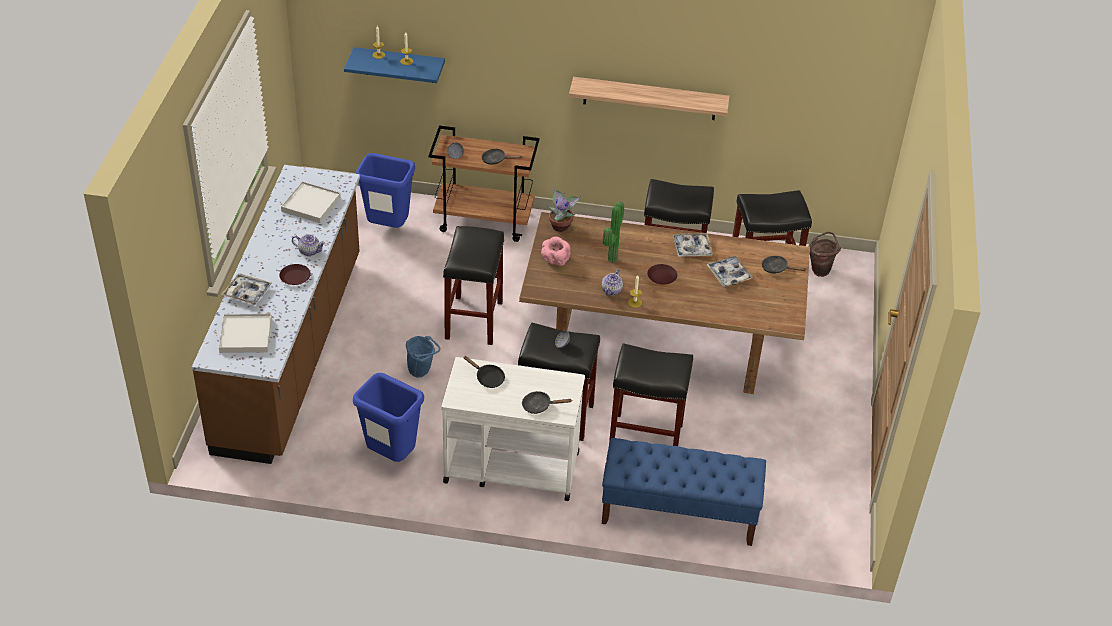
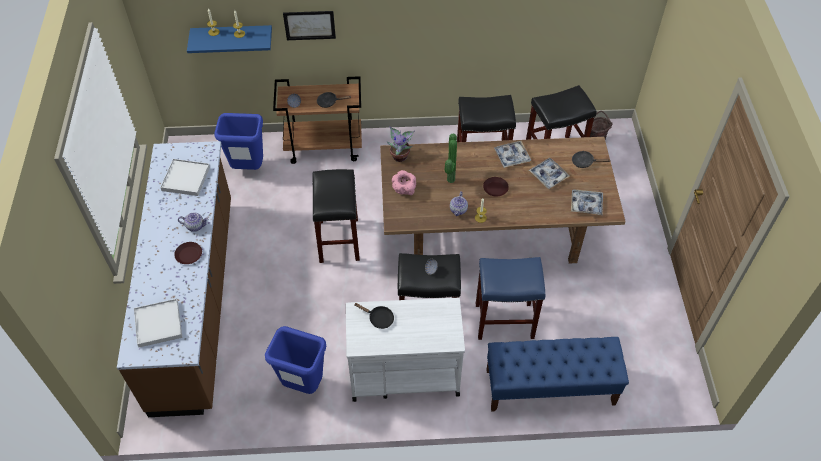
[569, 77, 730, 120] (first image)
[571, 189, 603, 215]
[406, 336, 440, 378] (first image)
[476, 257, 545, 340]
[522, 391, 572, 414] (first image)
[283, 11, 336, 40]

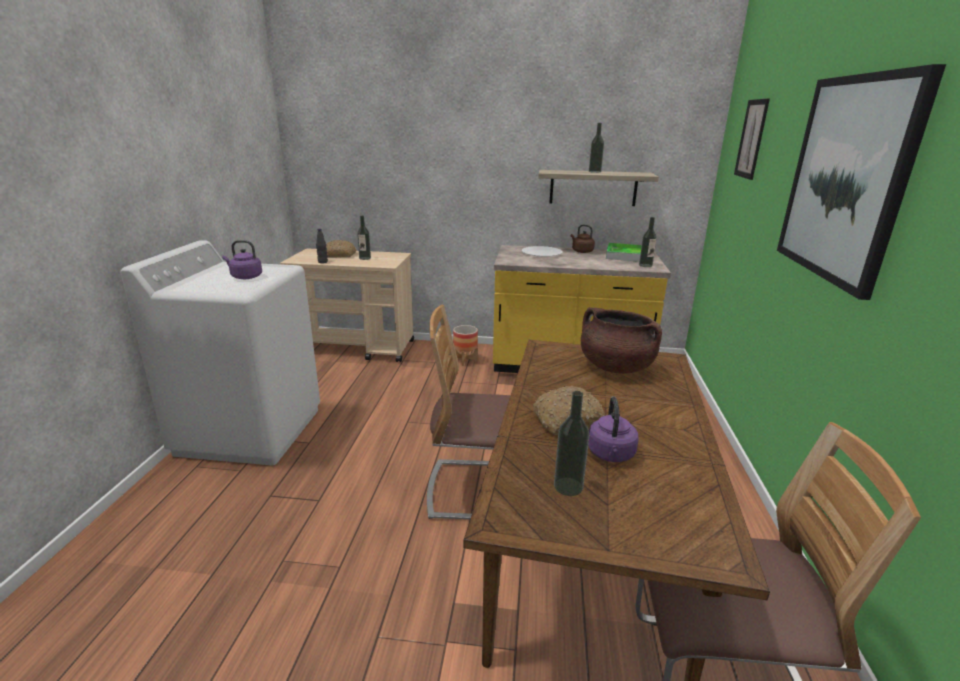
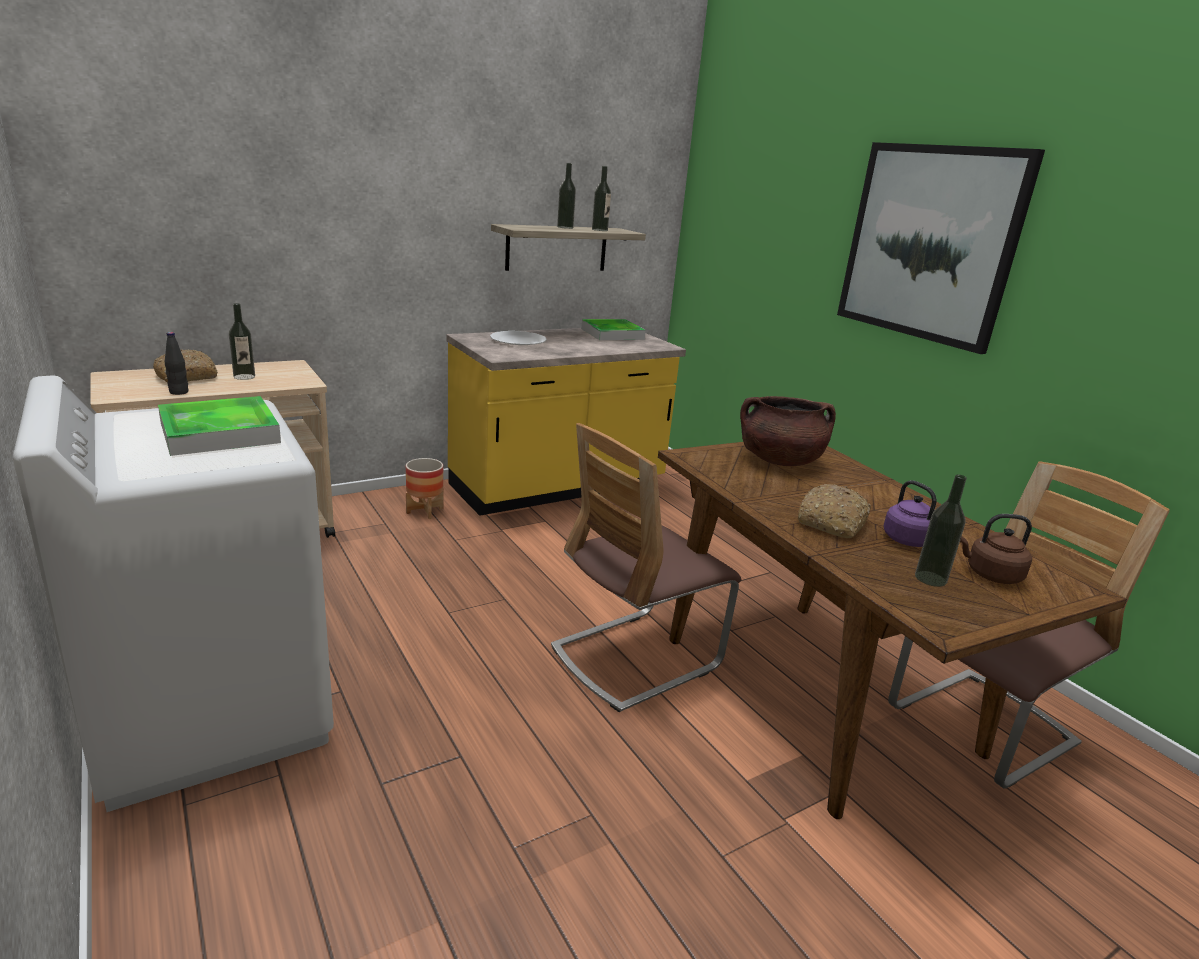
[734, 99, 770, 180] (first image)
[592, 166, 611, 231]
[960, 514, 1032, 584]
[158, 396, 281, 456]

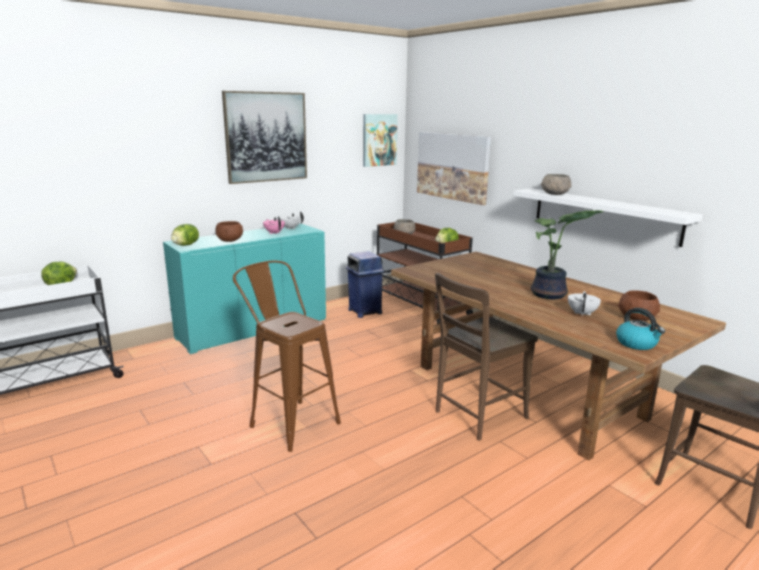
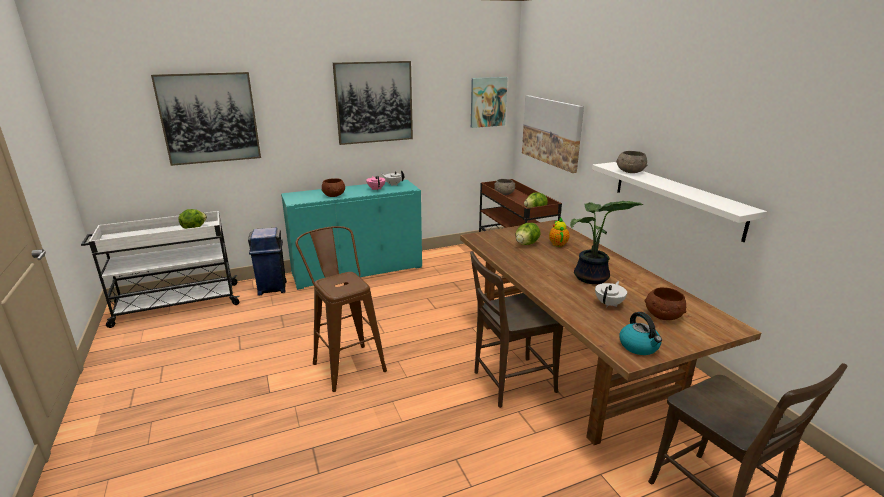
[516, 223, 541, 245]
[248, 228, 287, 296]
[151, 72, 261, 166]
[549, 218, 570, 247]

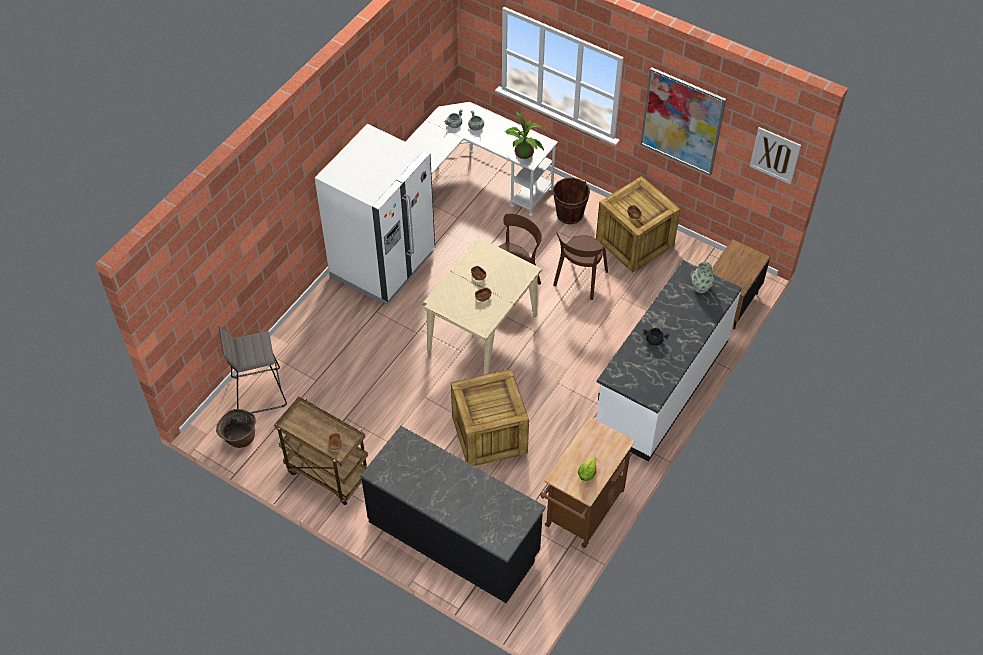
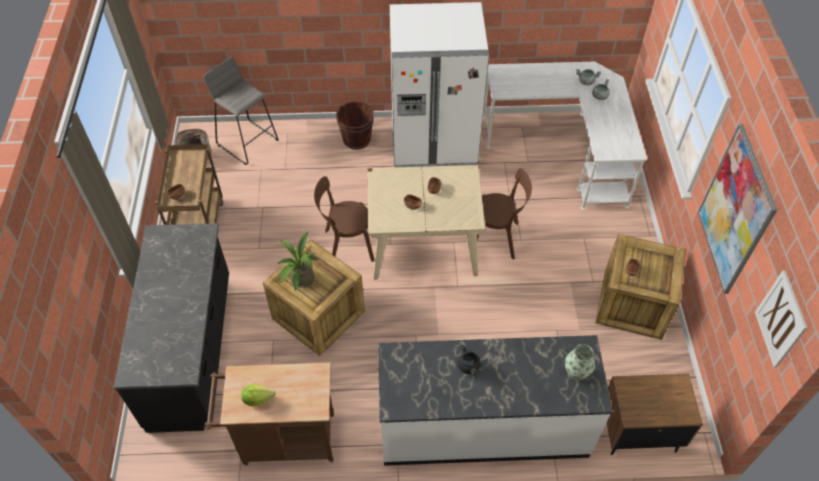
[278, 232, 320, 292]
[336, 101, 374, 150]
[314, 176, 375, 262]

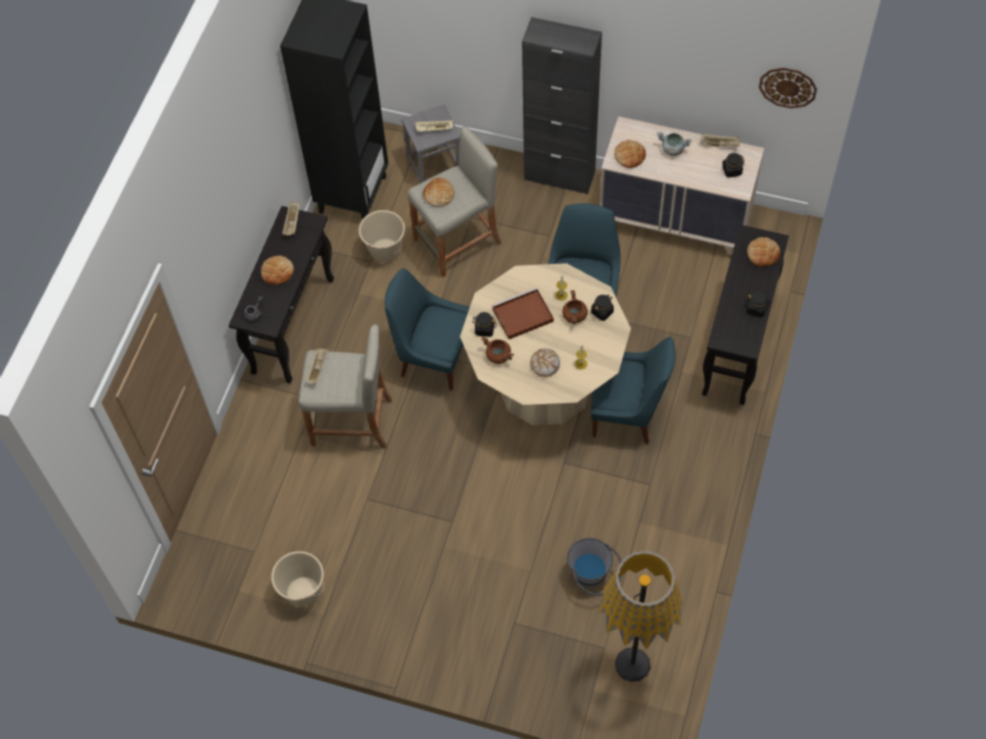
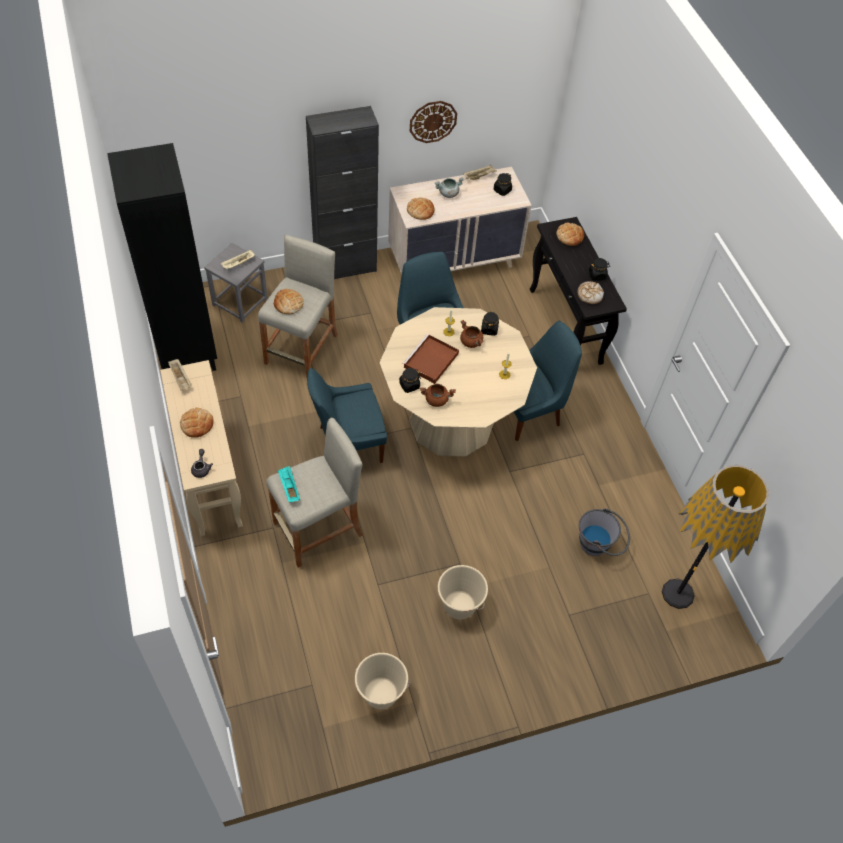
[410, 101, 457, 143]
[160, 360, 243, 536]
[438, 565, 488, 619]
[278, 466, 300, 502]
[577, 281, 604, 304]

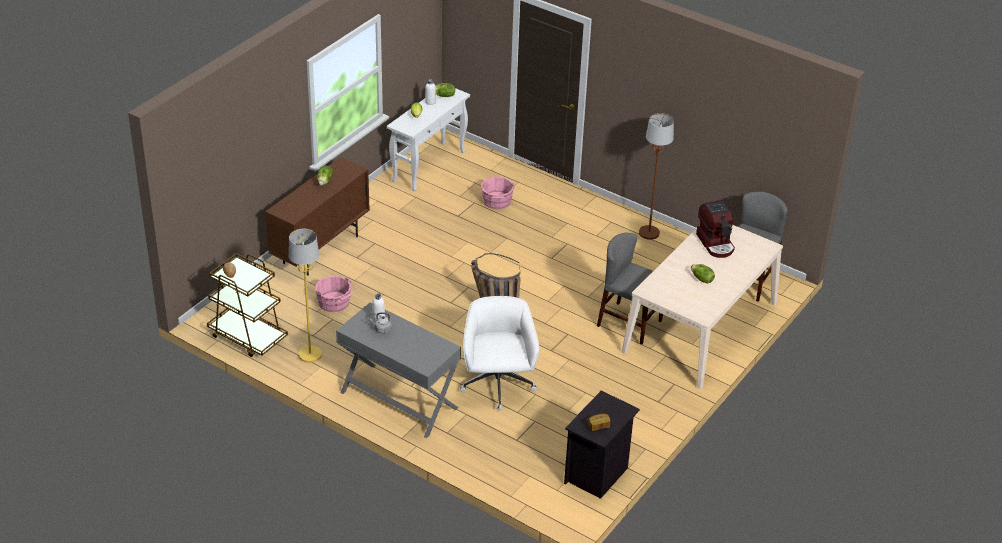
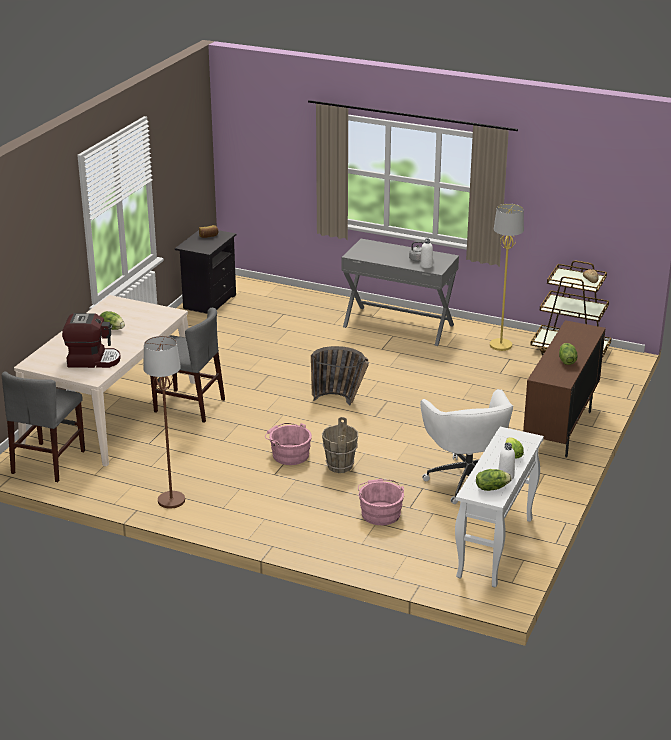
[62, 313, 121, 368]
[265, 423, 312, 465]
[420, 389, 513, 504]
[322, 417, 358, 473]

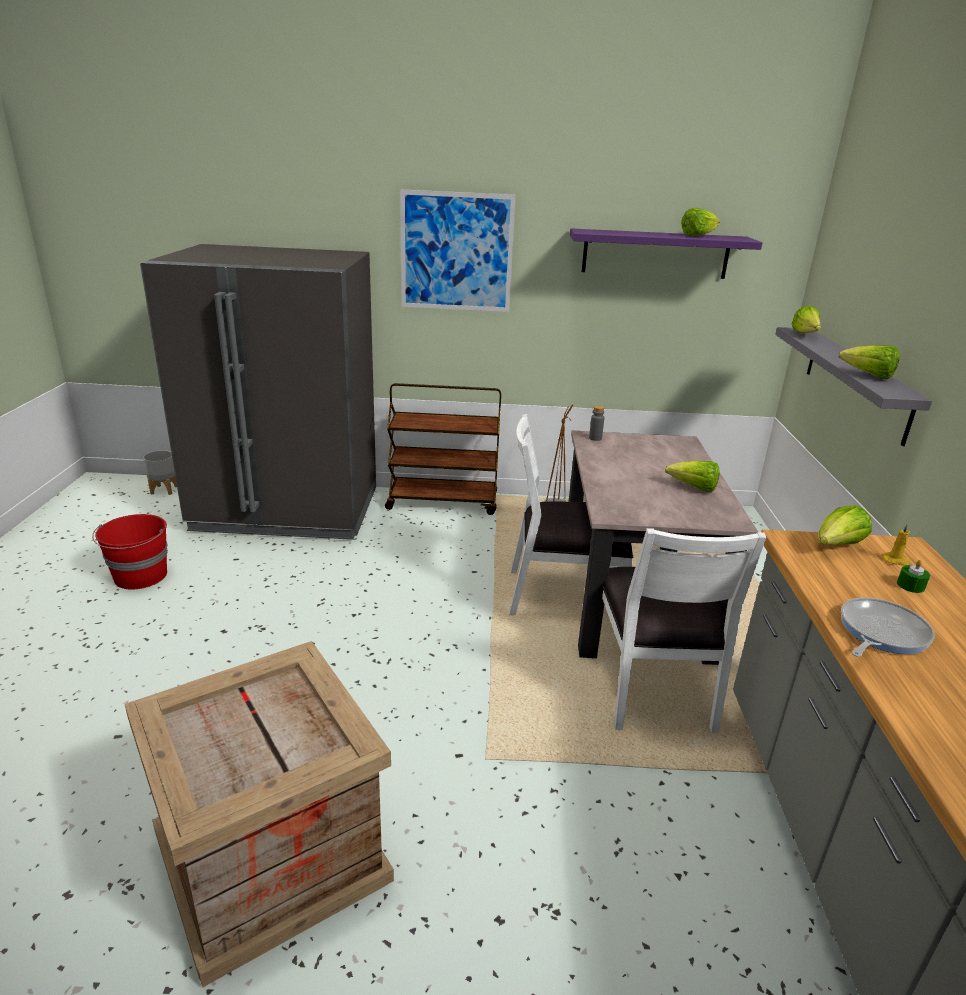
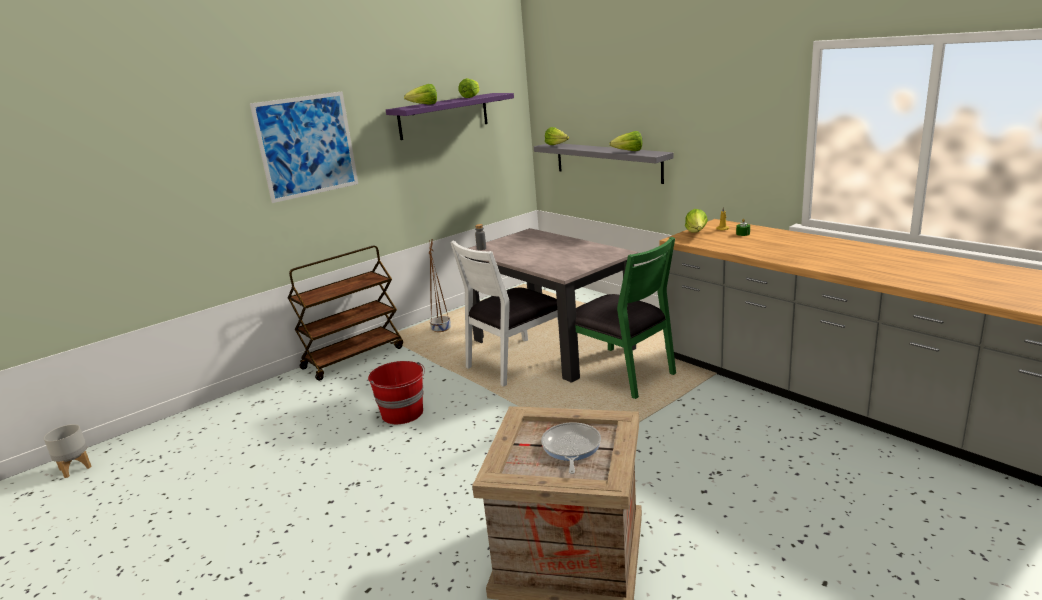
[140, 244, 376, 540] (first image)
[404, 84, 437, 105]
[368, 361, 425, 424]
[575, 237, 676, 399]
[541, 422, 601, 474]

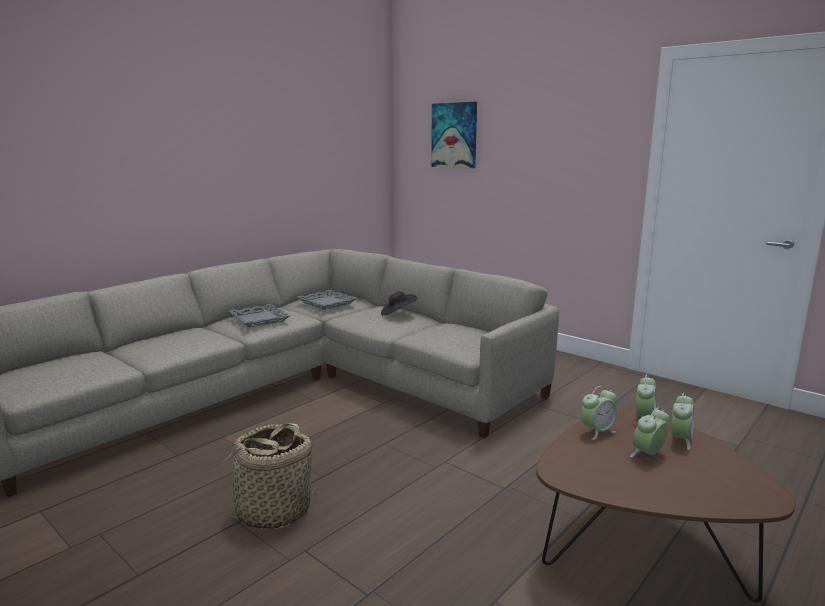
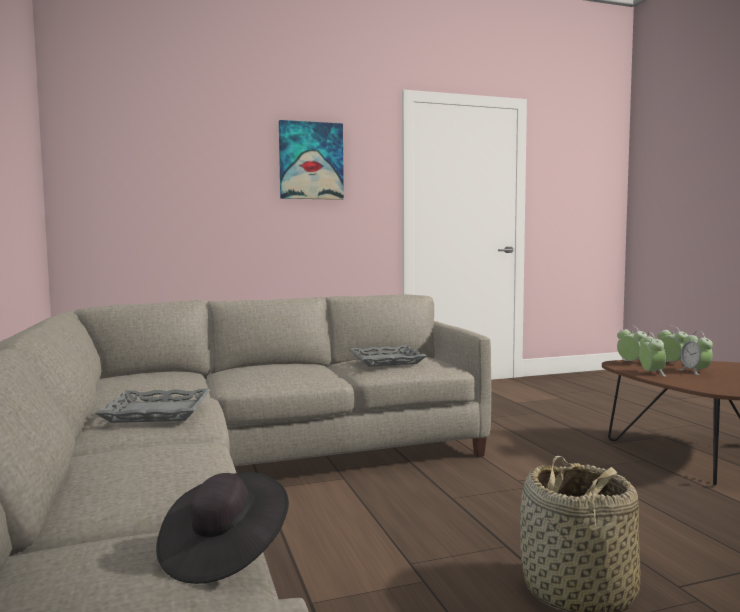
[279, 120, 344, 200]
[349, 345, 427, 367]
[156, 472, 289, 584]

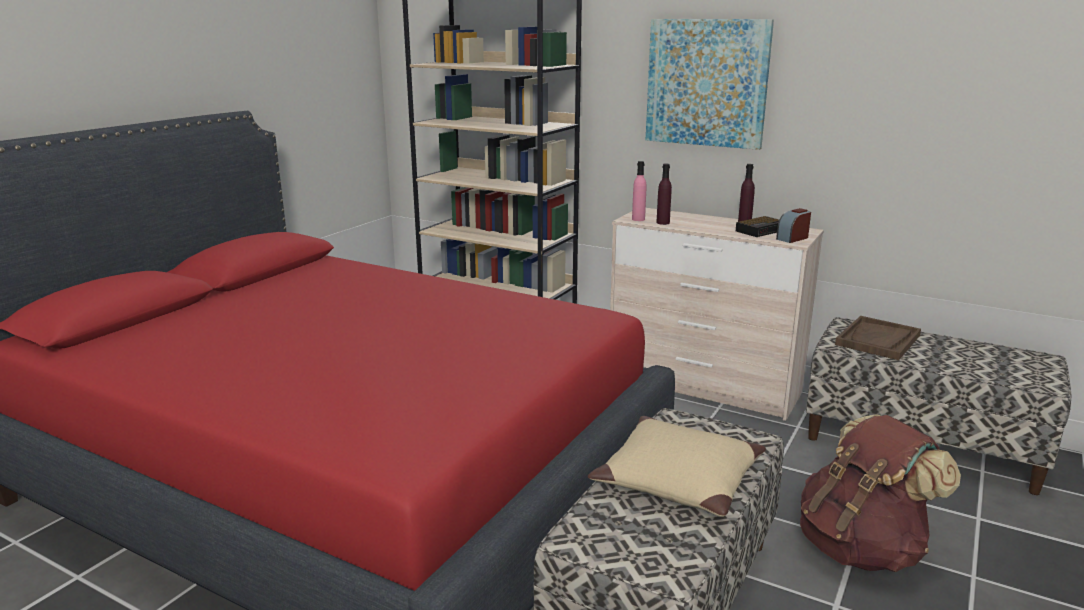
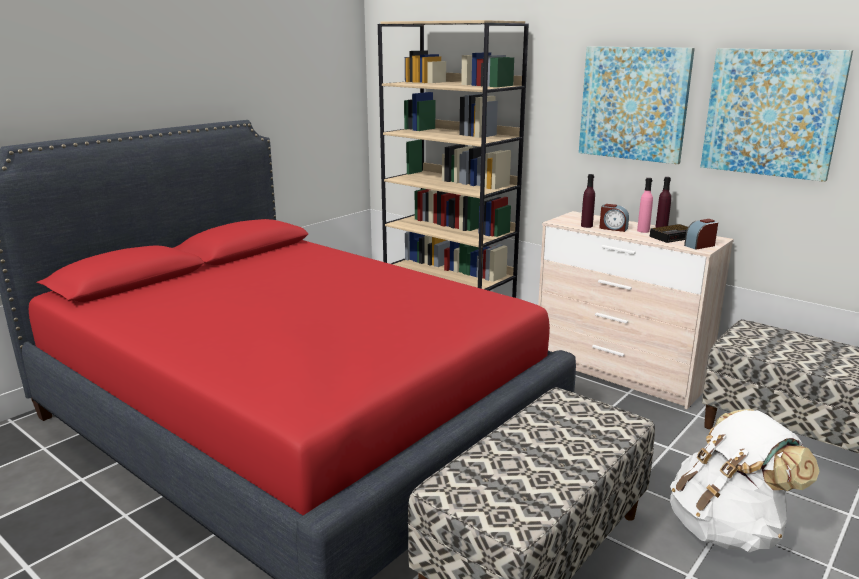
[637, 178, 653, 233]
[835, 316, 921, 360] (first image)
[670, 409, 820, 552]
[588, 416, 766, 517] (first image)
[701, 48, 853, 182]
[599, 204, 629, 232]

